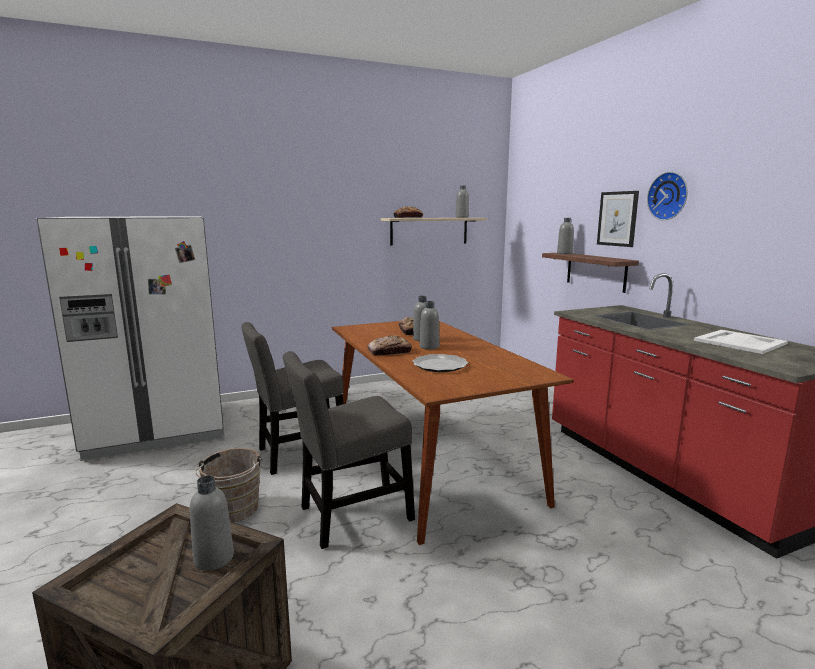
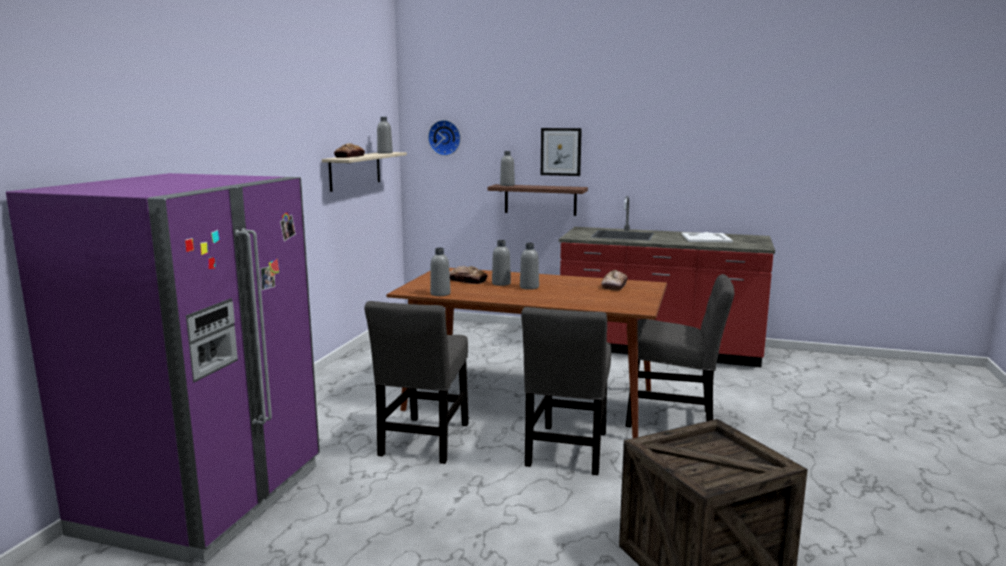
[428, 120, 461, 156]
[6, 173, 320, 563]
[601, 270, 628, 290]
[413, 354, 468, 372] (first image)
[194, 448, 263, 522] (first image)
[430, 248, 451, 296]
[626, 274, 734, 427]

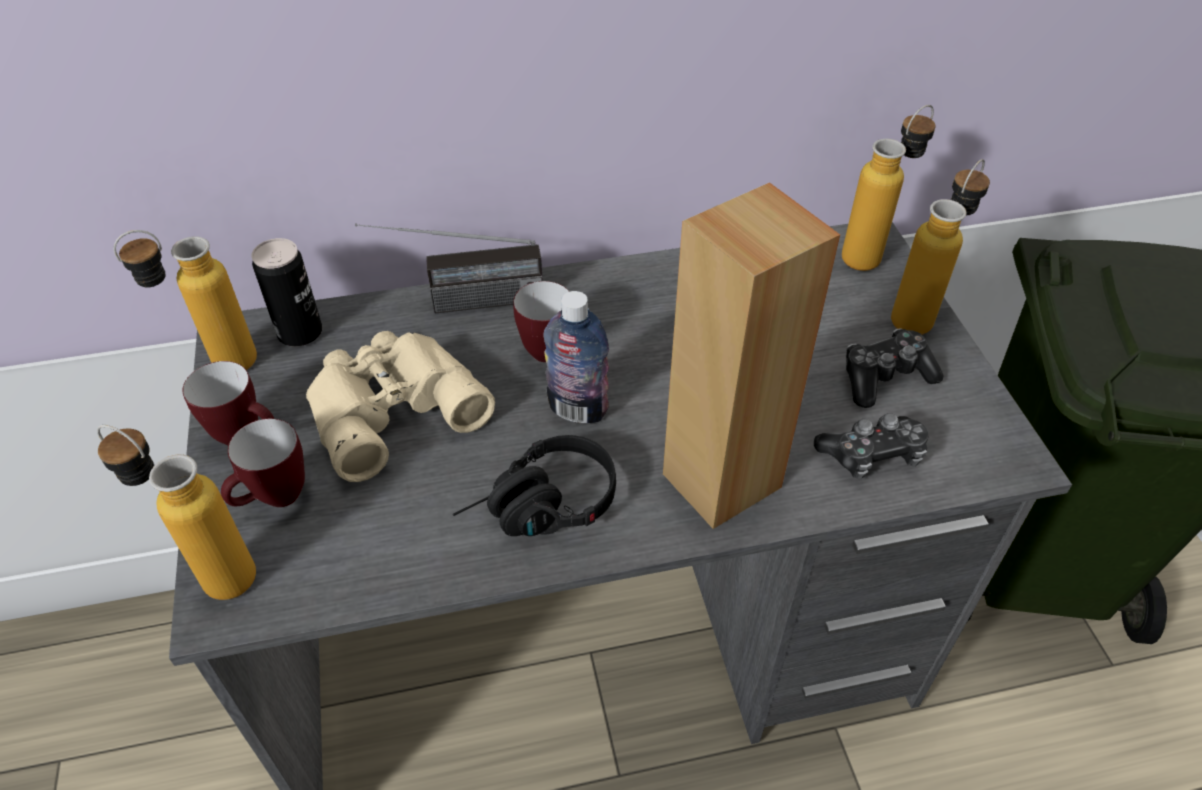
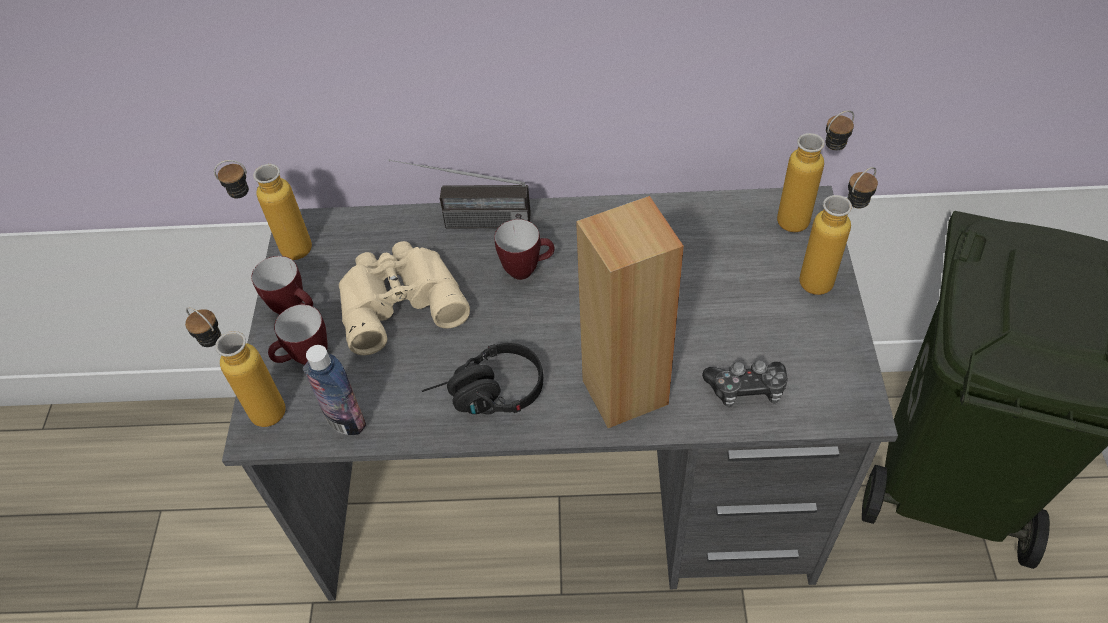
[252, 238, 322, 347] (first image)
[303, 345, 366, 435]
[846, 328, 944, 408] (first image)

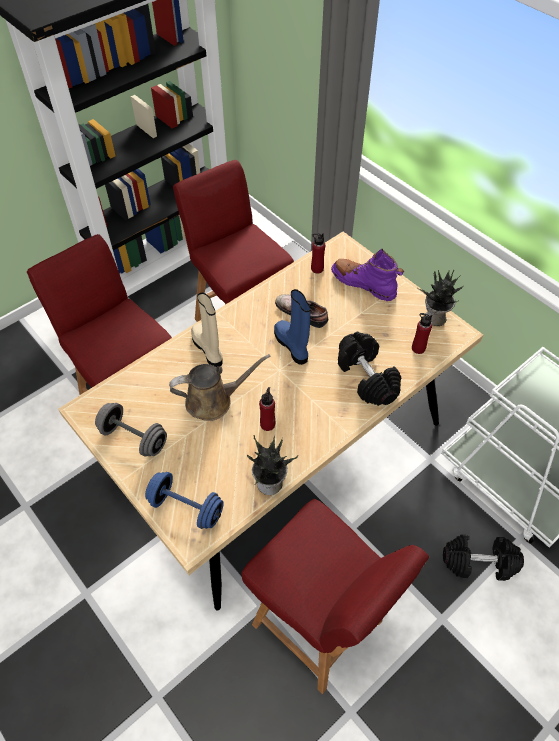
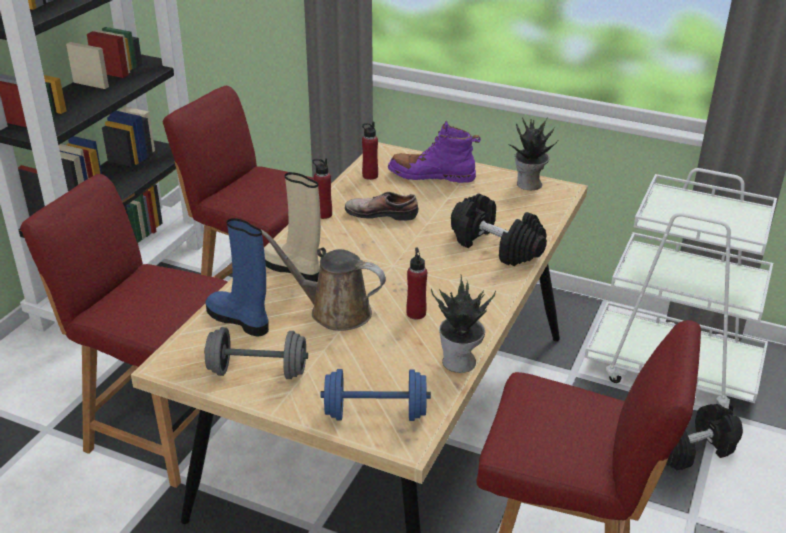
[206, 218, 269, 337]
[313, 158, 332, 219]
[262, 230, 386, 331]

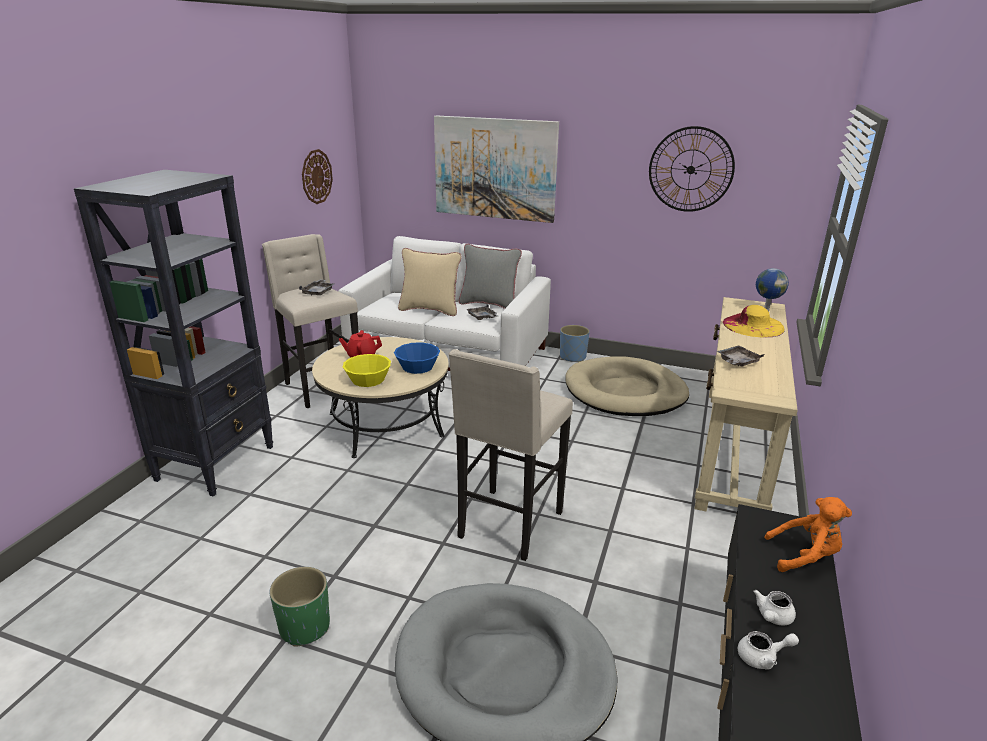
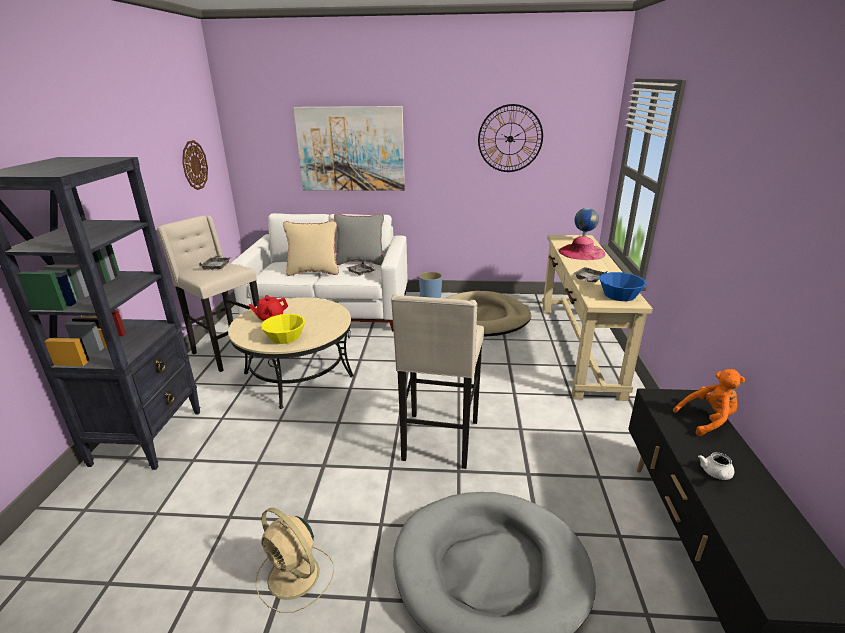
[558, 236, 605, 260]
[599, 272, 646, 301]
[255, 508, 334, 613]
[738, 631, 799, 670] (first image)

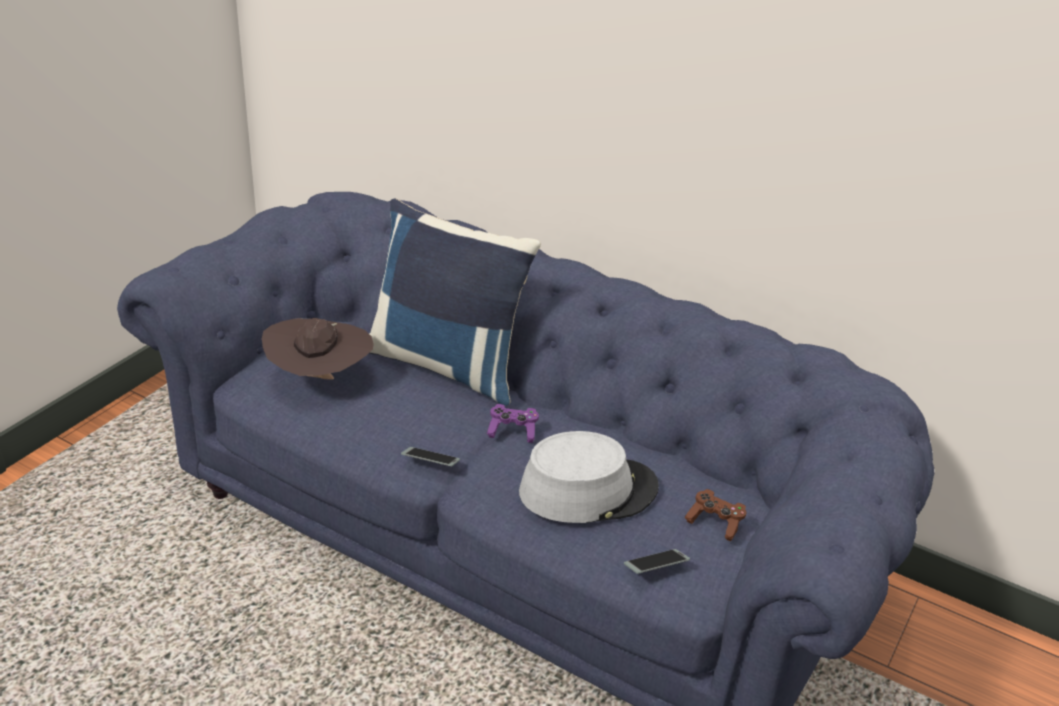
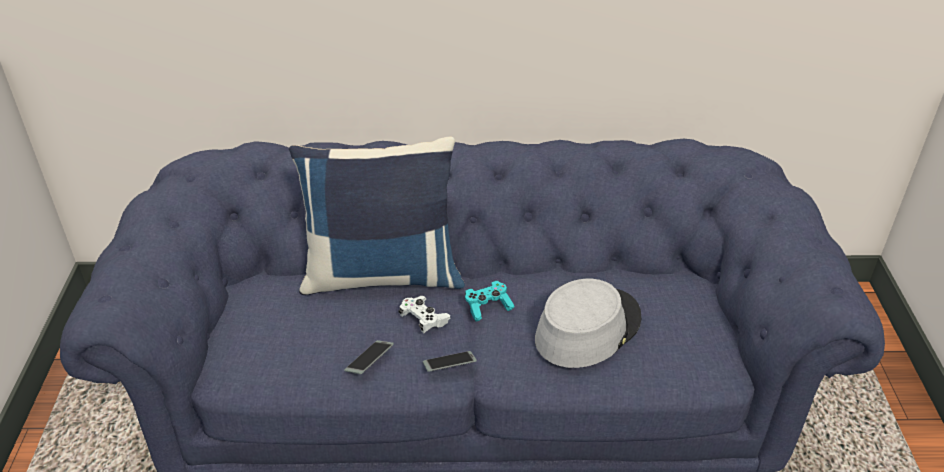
[262, 318, 374, 380] (first image)
[465, 281, 515, 322]
[685, 489, 747, 541] (first image)
[344, 340, 394, 374]
[398, 296, 451, 333]

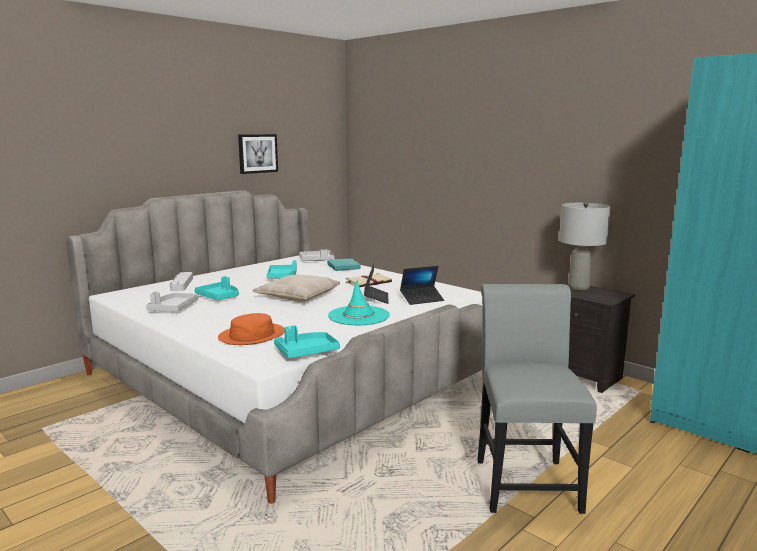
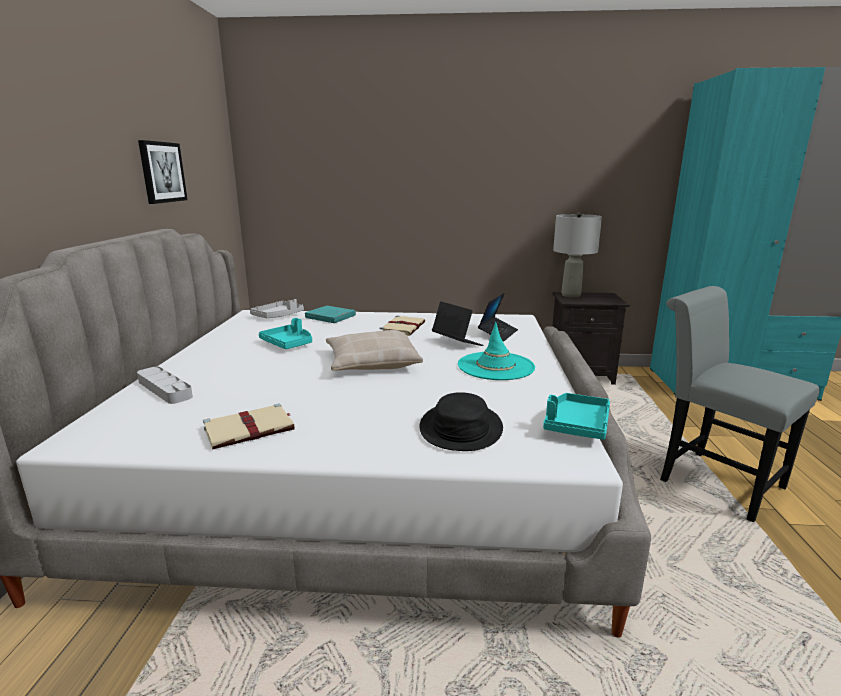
[194, 276, 239, 300] (first image)
[203, 404, 295, 449]
[419, 392, 503, 451]

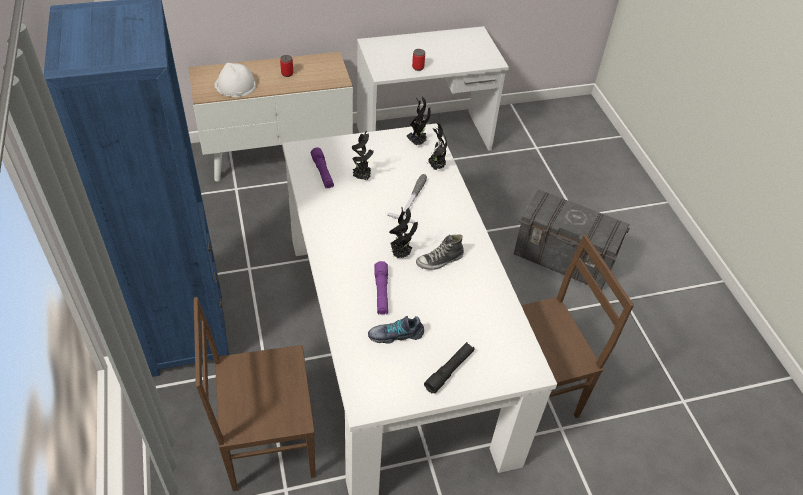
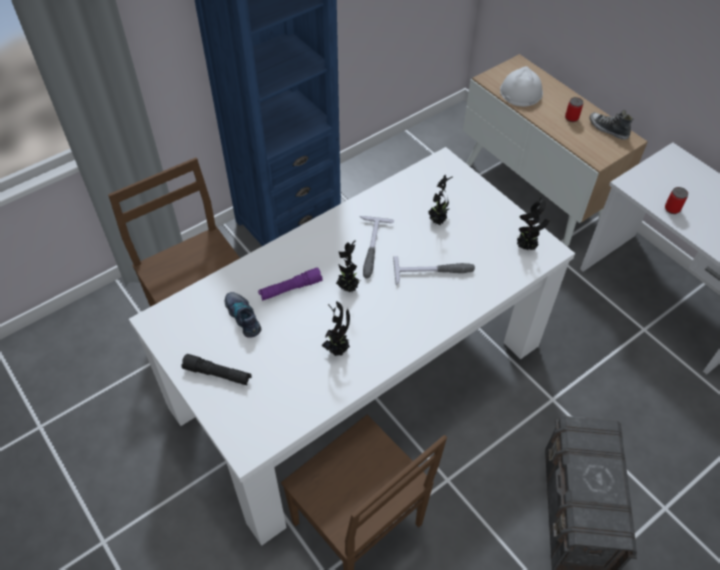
[321, 301, 350, 356]
[311, 147, 334, 189] (first image)
[589, 110, 633, 140]
[360, 216, 394, 279]

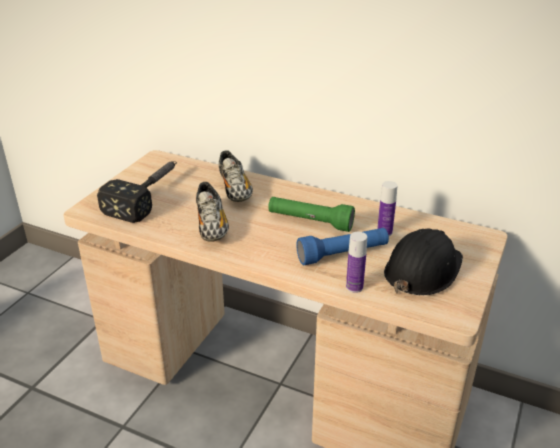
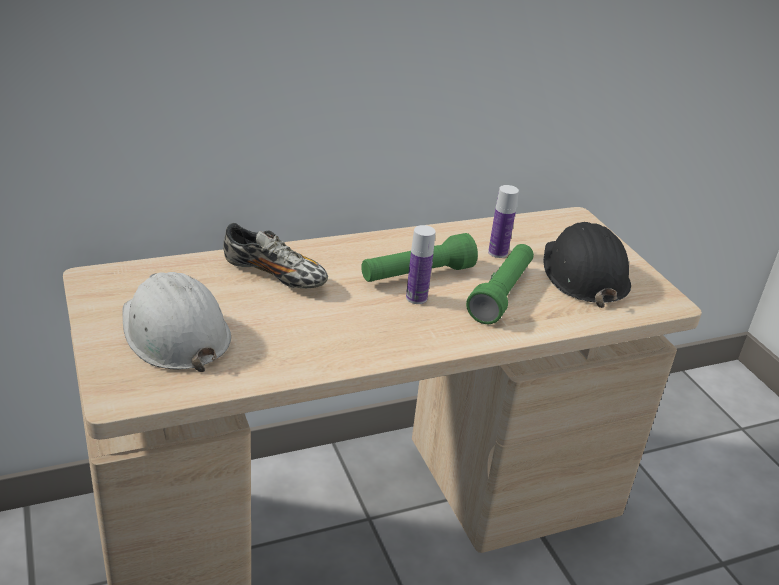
[123, 272, 231, 372]
[196, 182, 229, 242] (first image)
[466, 244, 534, 324]
[406, 225, 436, 304]

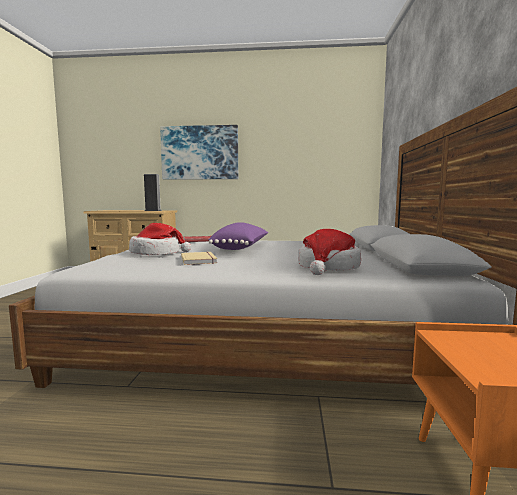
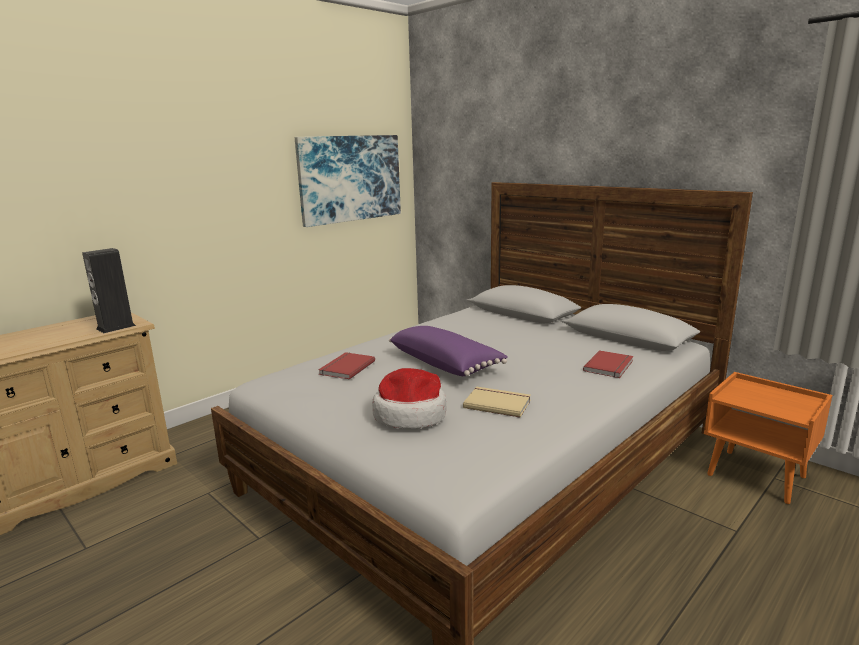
[295, 135, 401, 227]
[583, 350, 633, 378]

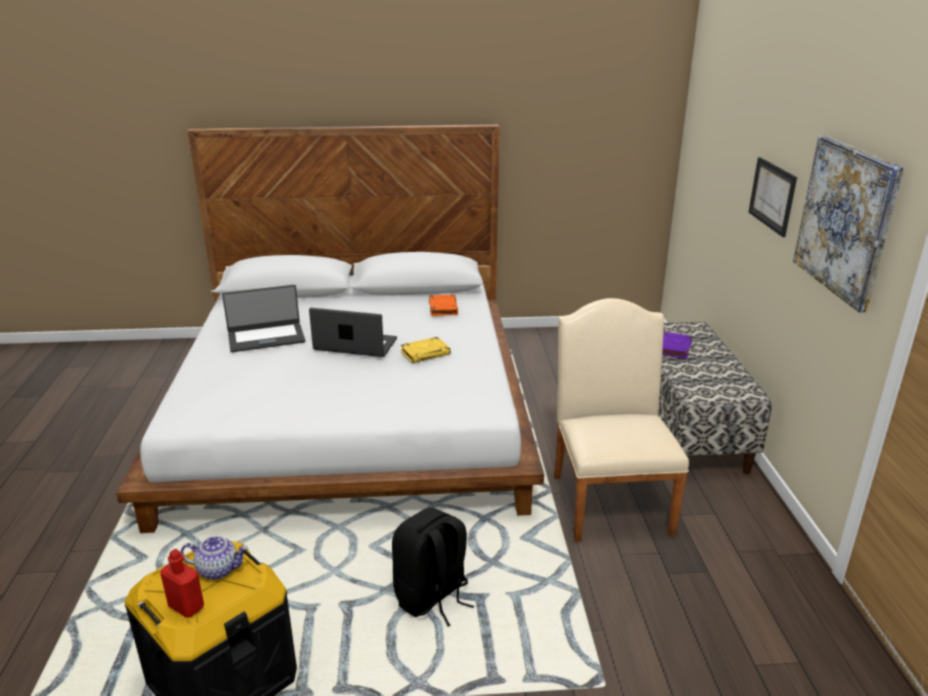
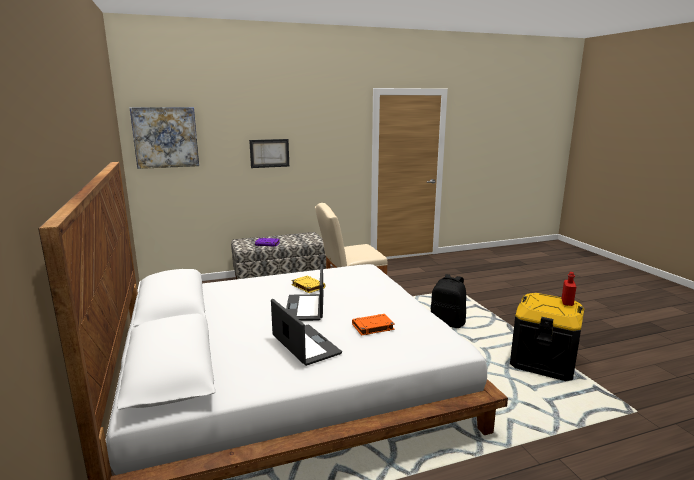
[130, 107, 199, 169]
[352, 314, 395, 336]
[181, 536, 249, 580] (first image)

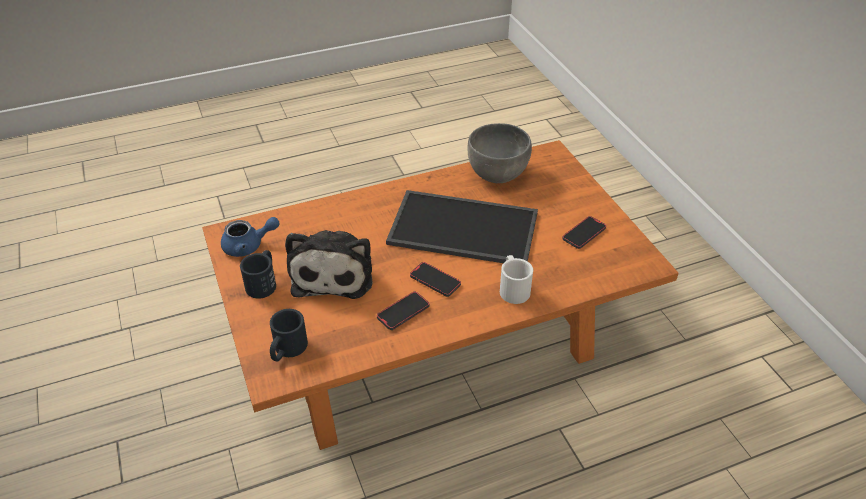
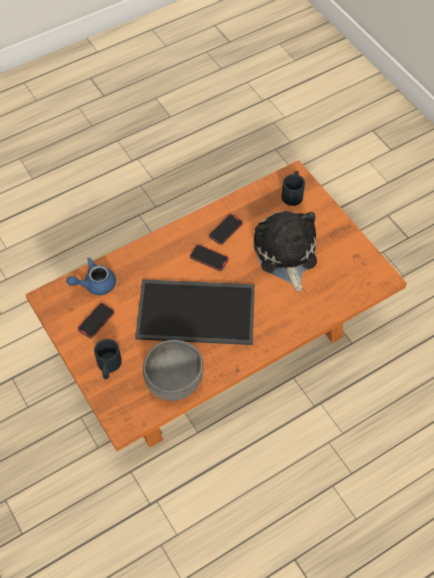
[66, 257, 116, 295]
[94, 339, 122, 379]
[500, 255, 533, 304] (first image)

